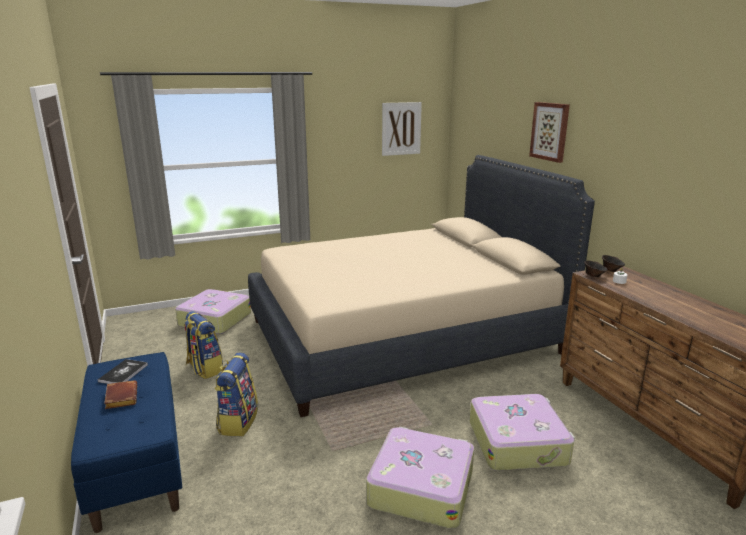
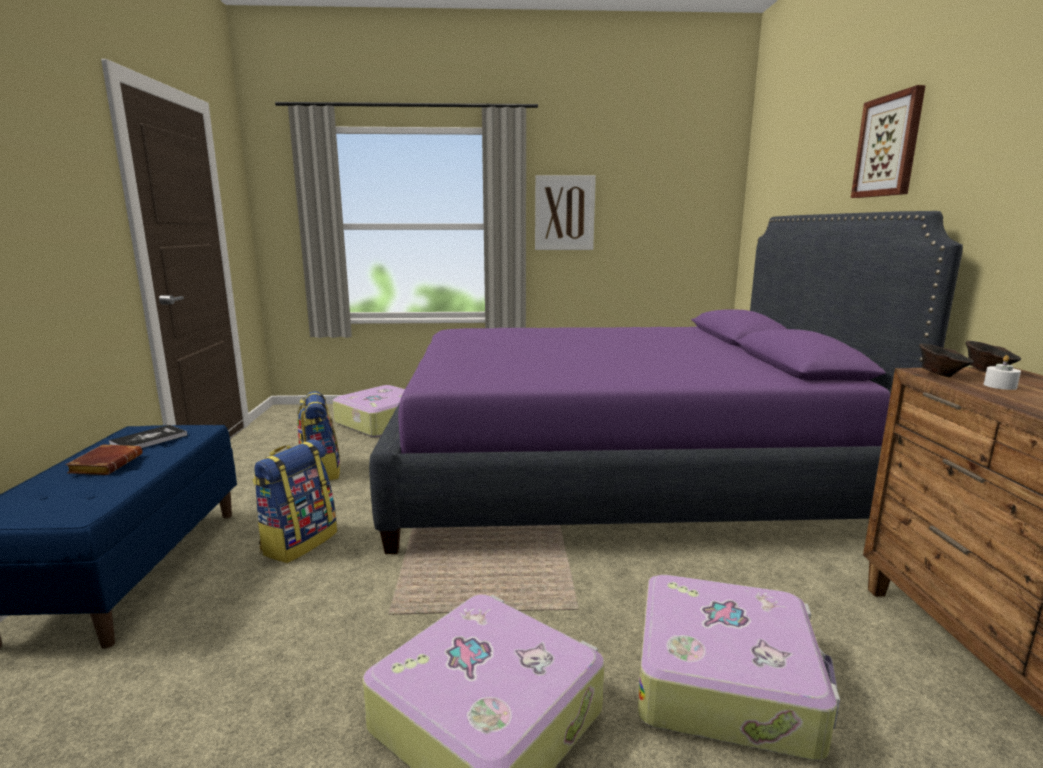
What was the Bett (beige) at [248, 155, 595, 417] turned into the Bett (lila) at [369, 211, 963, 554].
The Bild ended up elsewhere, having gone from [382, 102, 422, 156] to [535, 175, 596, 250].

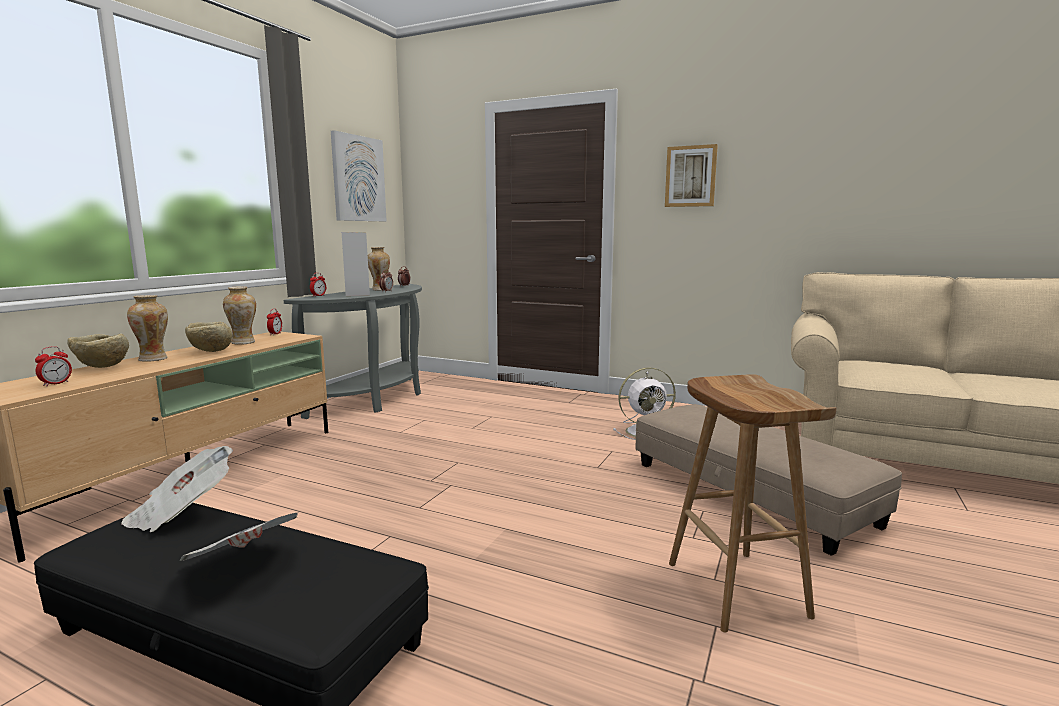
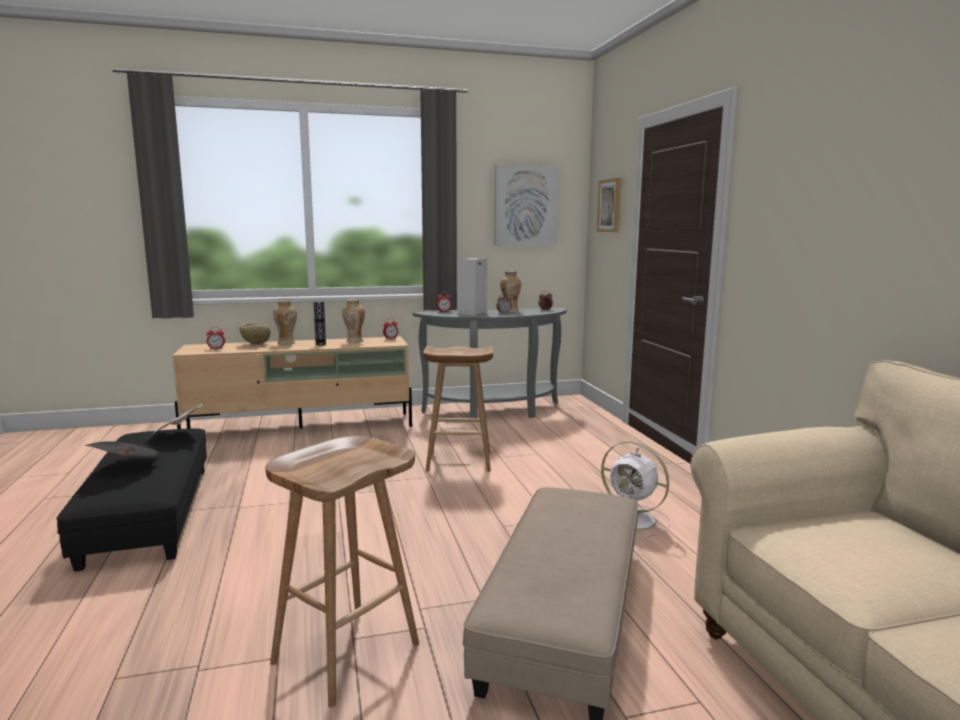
Where the Schüssel (beige) stood at [185, 321, 232, 352], the Vase came to stand at [314, 301, 326, 346].
The second view gained the Hocker (braun) at [423, 346, 493, 472].
The Bild ended up elsewhere, having gone from [665, 144, 718, 207] to [597, 178, 621, 232].

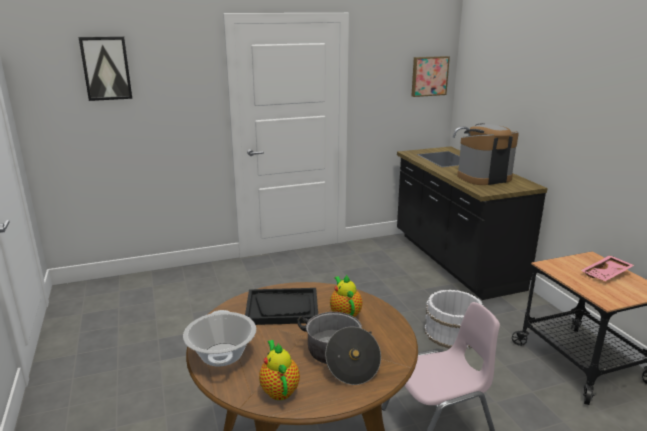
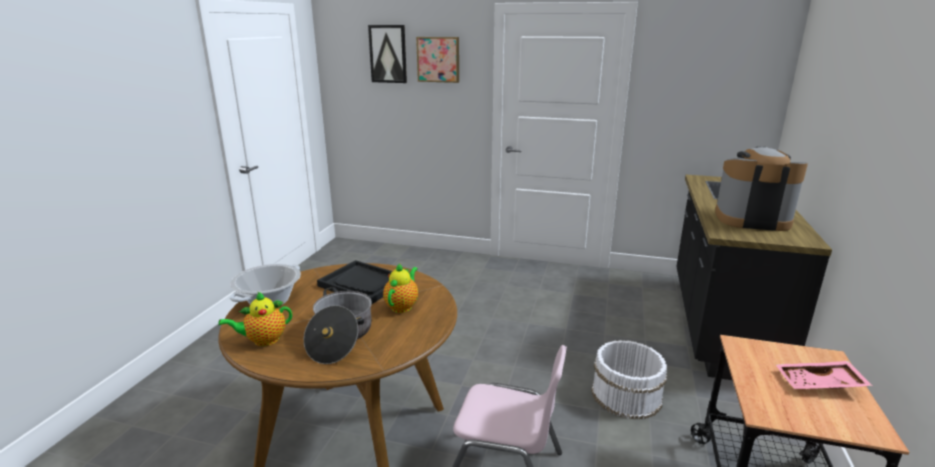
The Teekanne at [259, 340, 300, 400] ended up facing another way, 135 degrees counterclockwise from before.
The Bild ended up elsewhere, having gone from [411, 56, 450, 97] to [416, 37, 459, 83].

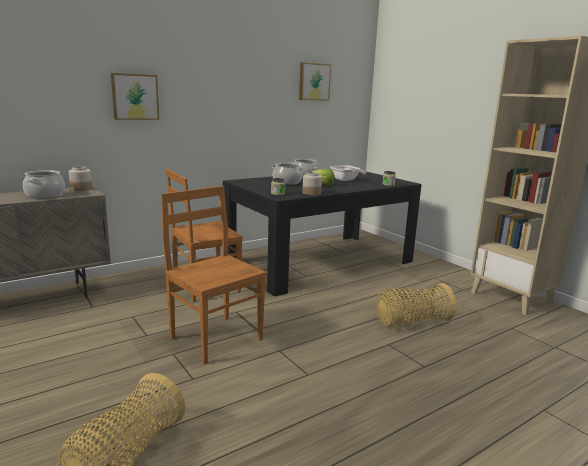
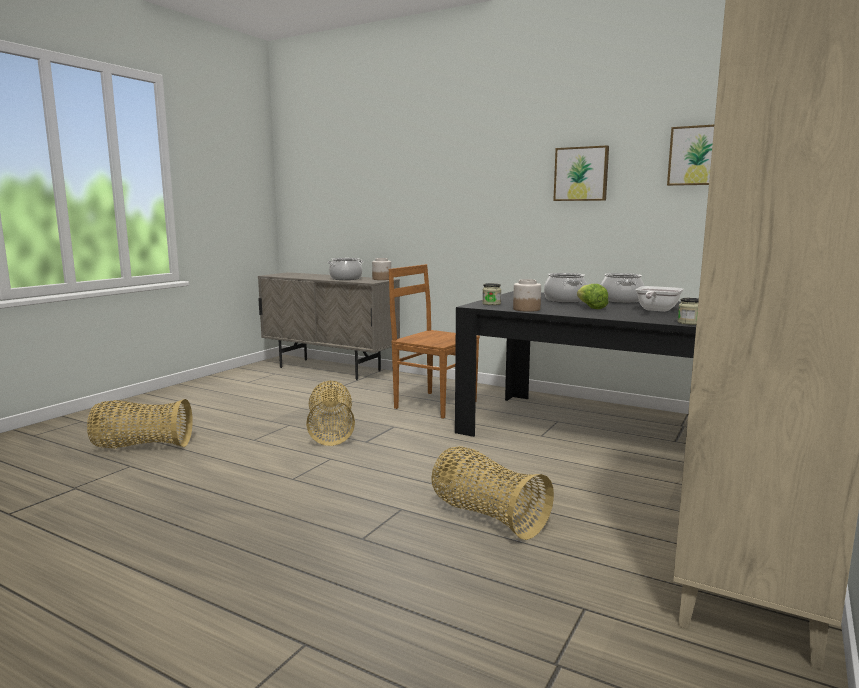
Where the Stuhl (braun) stood at [161, 186, 267, 364], the Korb came to stand at [306, 381, 355, 446].
The Bild ended up elsewhere, having gone from [111, 73, 159, 120] to [553, 145, 609, 201].

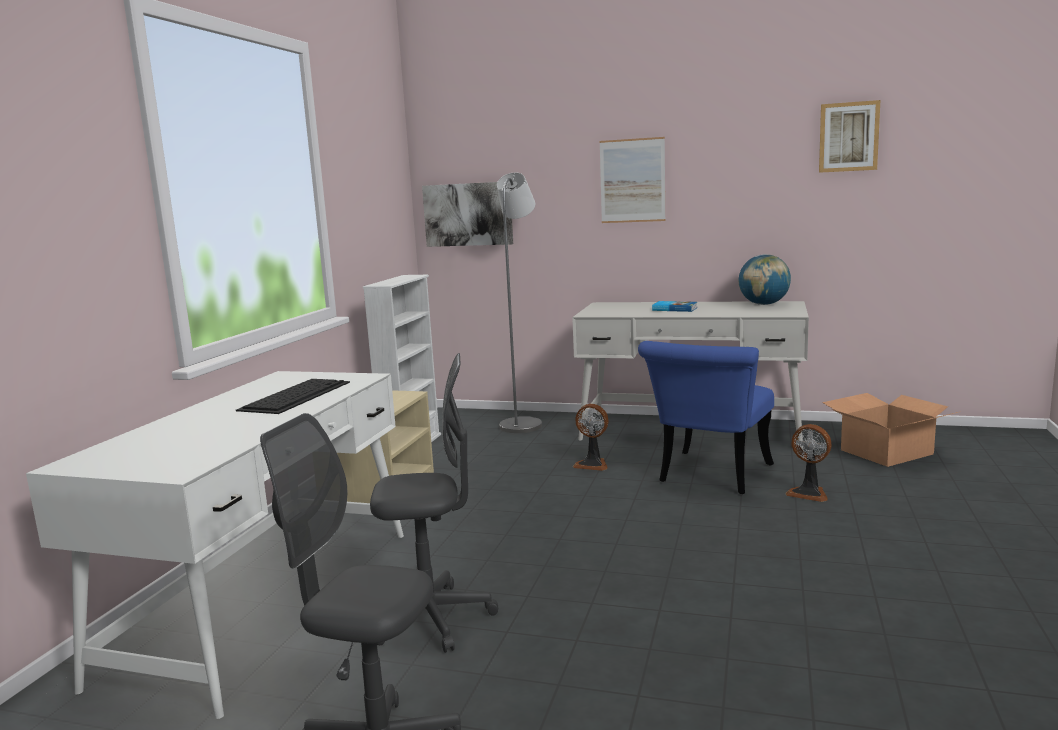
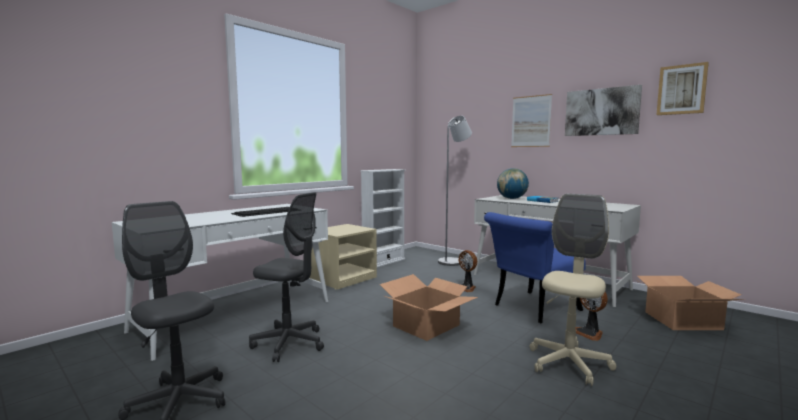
The second view gained the Karton at [380, 274, 478, 341].
The Globus ended up elsewhere, having gone from [739, 254, 791, 305] to [497, 168, 529, 199].
The second view gained the Bürostuhl (beige) at [530, 194, 616, 386].
The Bild ended up elsewhere, having gone from [422, 182, 513, 247] to [565, 85, 642, 136].

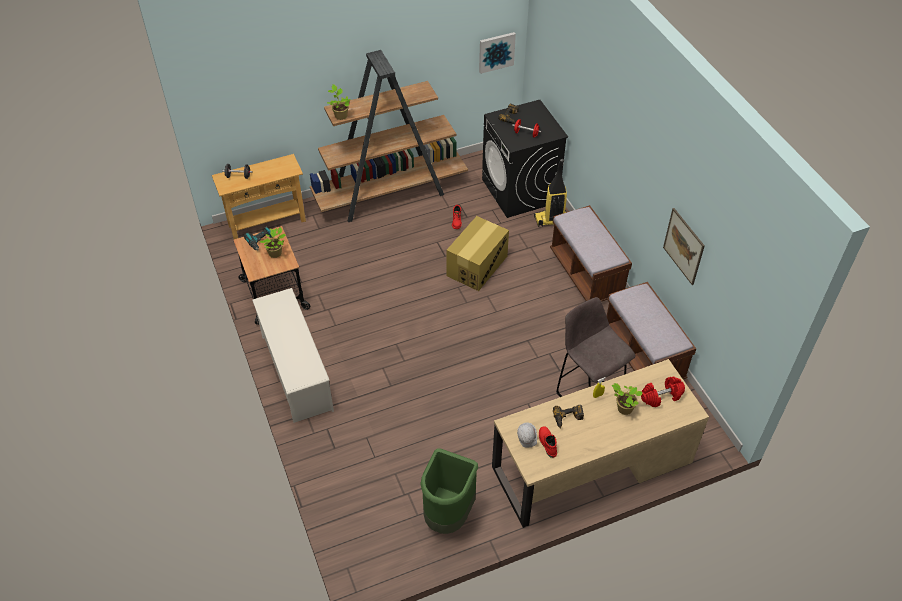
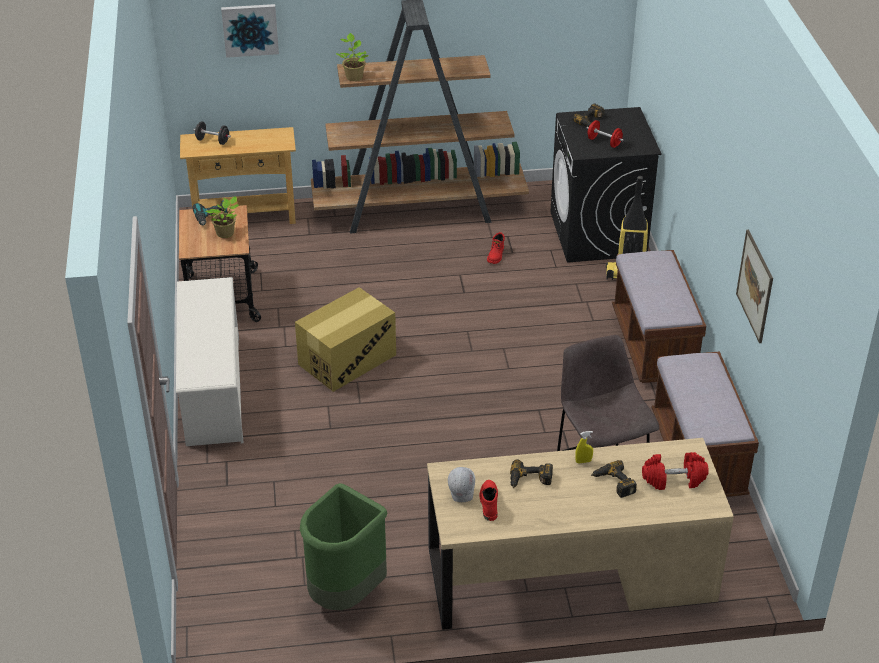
The Bild ended up elsewhere, having gone from [479, 32, 516, 74] to [221, 4, 279, 58].
The Karton ended up elsewhere, having gone from [446, 216, 509, 291] to [295, 287, 396, 392].
Where the Topfpflanze stood at [612, 383, 643, 415], the Bohrmaschine came to stand at [591, 460, 637, 498].

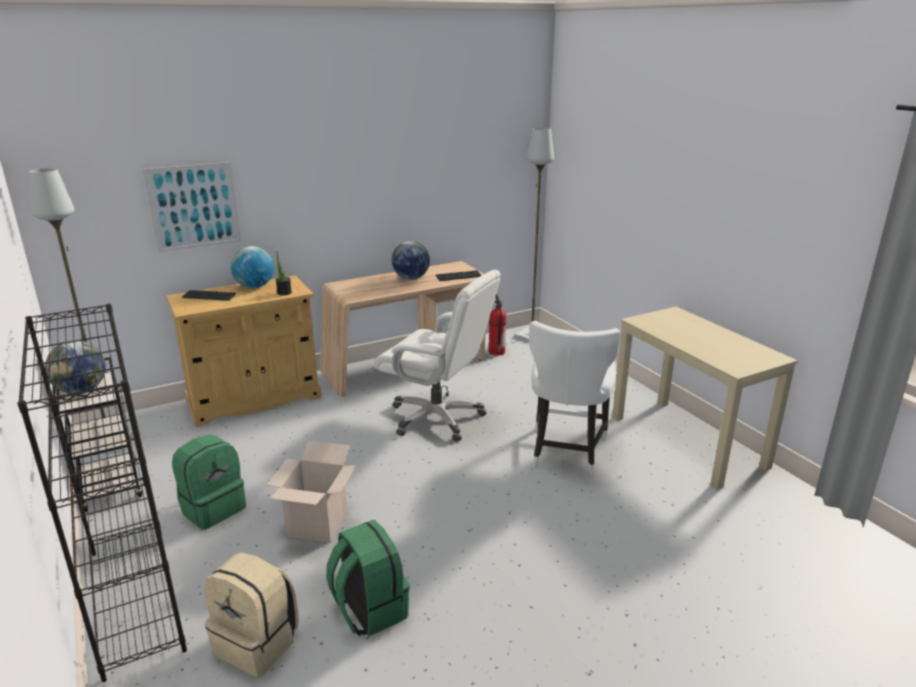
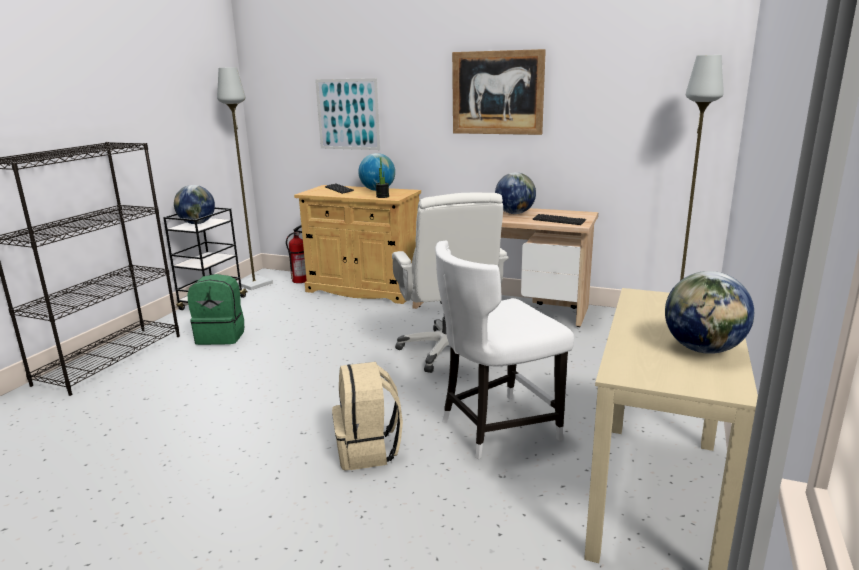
The Feuerlöscher ended up elsewhere, having gone from [489, 294, 506, 355] to [286, 225, 307, 283].
The Rucksack (beige) ended up elsewhere, having gone from [204, 552, 299, 677] to [332, 362, 403, 471].
The second view gained the Bild at [452, 49, 546, 135].
The second view gained the Globus at [665, 271, 754, 354].
The second view lost the Karton at [267, 441, 357, 543].
The second view lost the Rucksack (grün) at [326, 520, 410, 636].

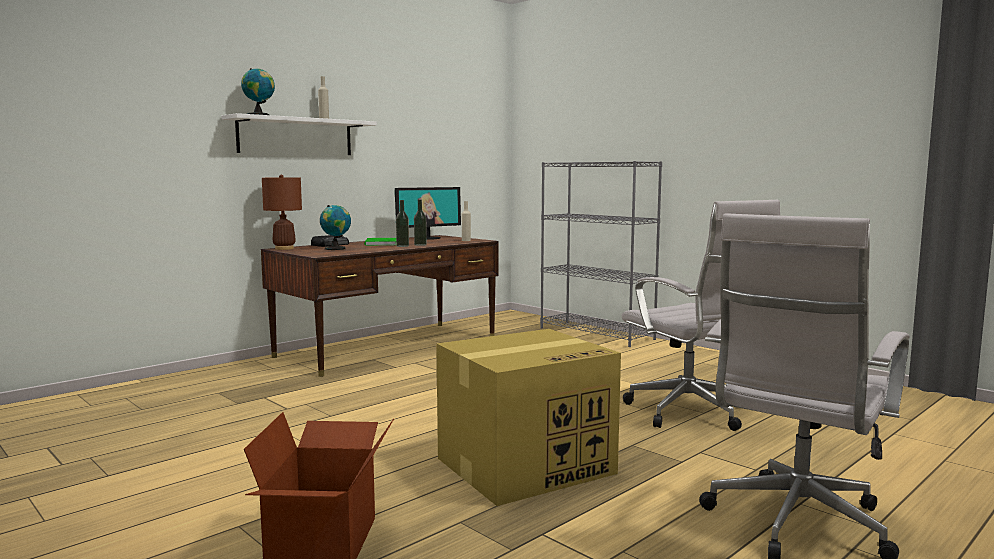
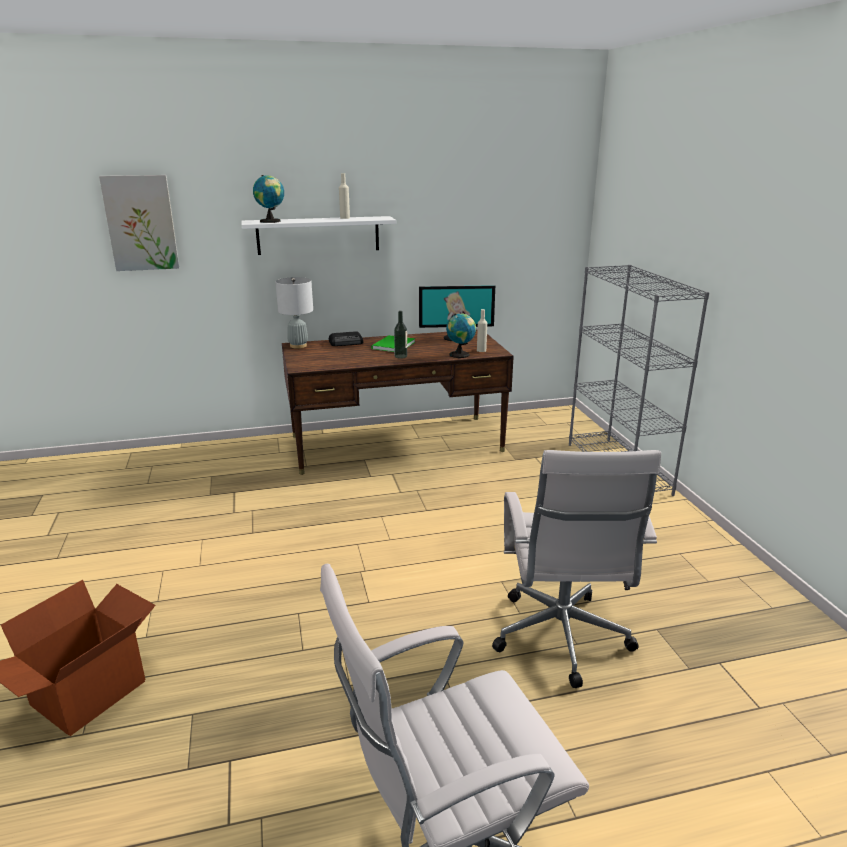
The second view gained the Bild at [99, 175, 180, 271].
What was the Tischlampe (braun) at [262, 174, 302, 250] turned into the Tischlampe (grau) at [275, 277, 313, 349].
The Globus ended up elsewhere, having gone from [320, 205, 351, 250] to [446, 313, 476, 358].
The second view lost the Flasche at [414, 200, 427, 246].
The second view lost the Karton at [436, 329, 621, 506].

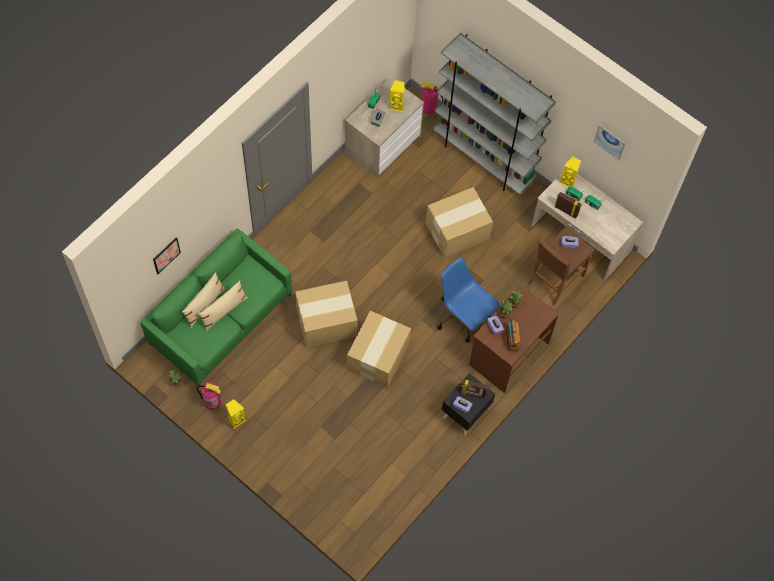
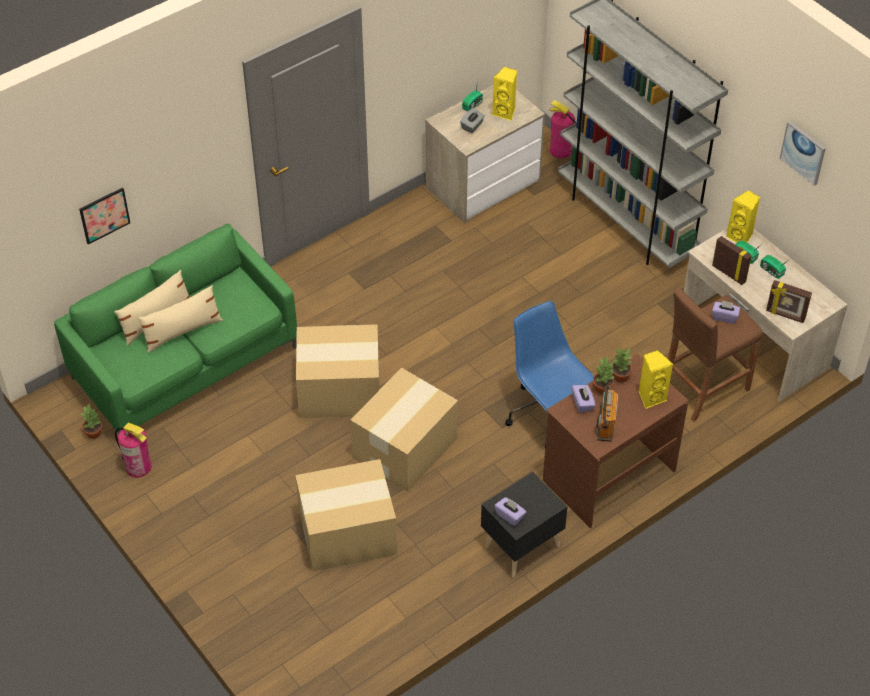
The Karton ended up elsewhere, having gone from [426, 187, 493, 258] to [295, 459, 397, 571].
The Lautsprecher (gelb) ended up elsewhere, having gone from [226, 399, 246, 428] to [639, 350, 673, 409].
The Bilderrahmen ended up elsewhere, having gone from [459, 379, 487, 399] to [766, 280, 812, 323].

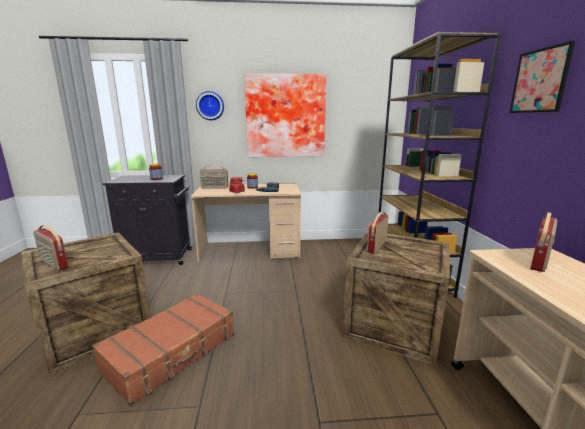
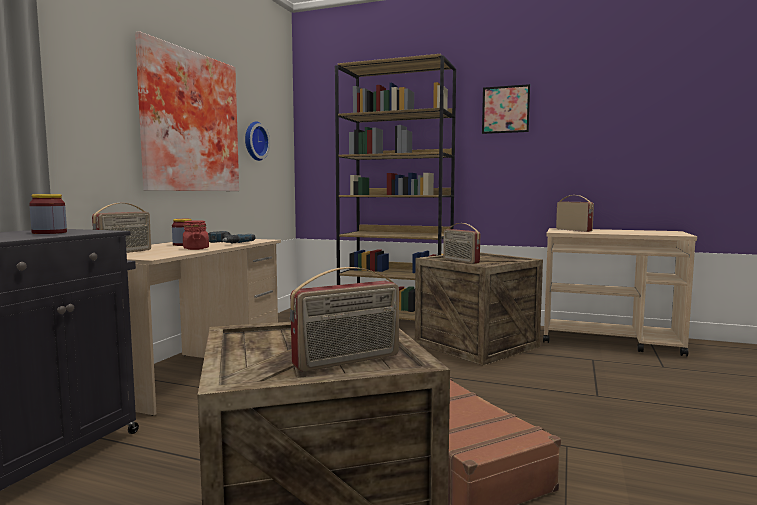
The Wanduhr ended up elsewhere, having gone from [196, 91, 224, 120] to [245, 121, 270, 161].

